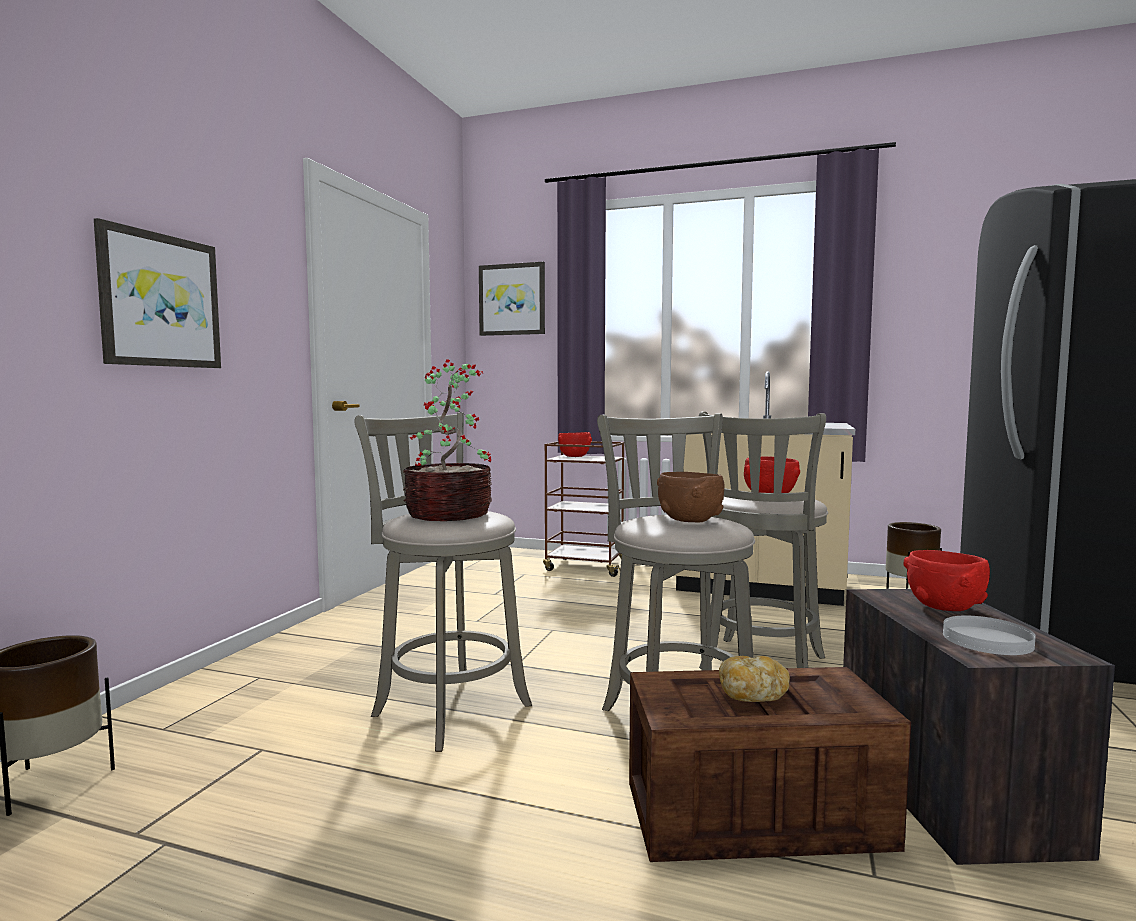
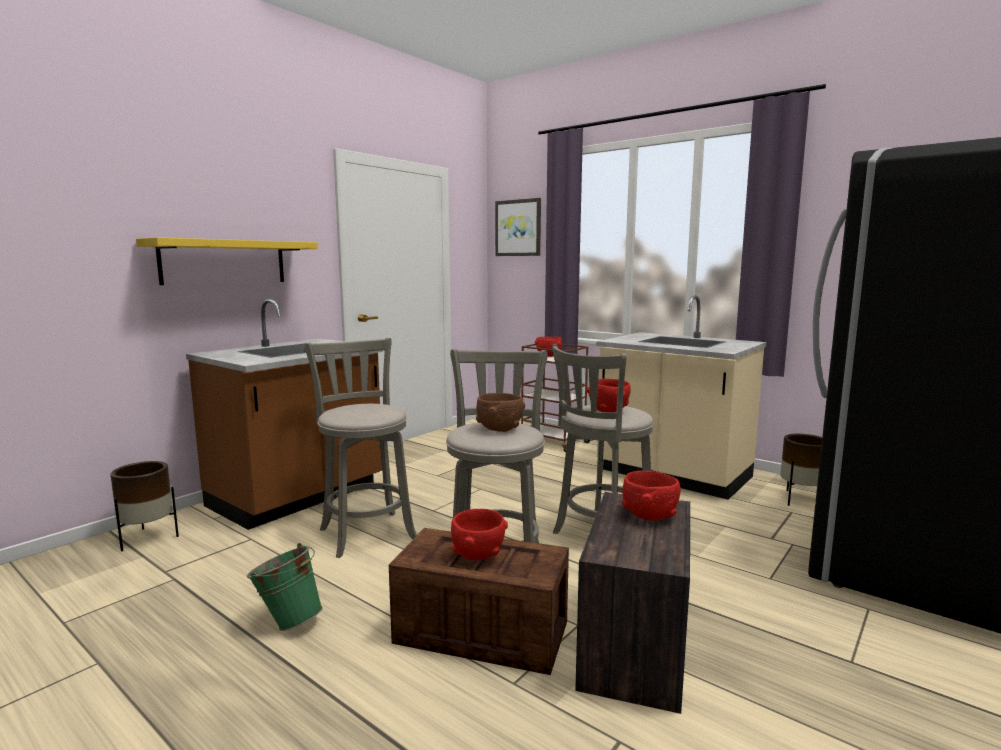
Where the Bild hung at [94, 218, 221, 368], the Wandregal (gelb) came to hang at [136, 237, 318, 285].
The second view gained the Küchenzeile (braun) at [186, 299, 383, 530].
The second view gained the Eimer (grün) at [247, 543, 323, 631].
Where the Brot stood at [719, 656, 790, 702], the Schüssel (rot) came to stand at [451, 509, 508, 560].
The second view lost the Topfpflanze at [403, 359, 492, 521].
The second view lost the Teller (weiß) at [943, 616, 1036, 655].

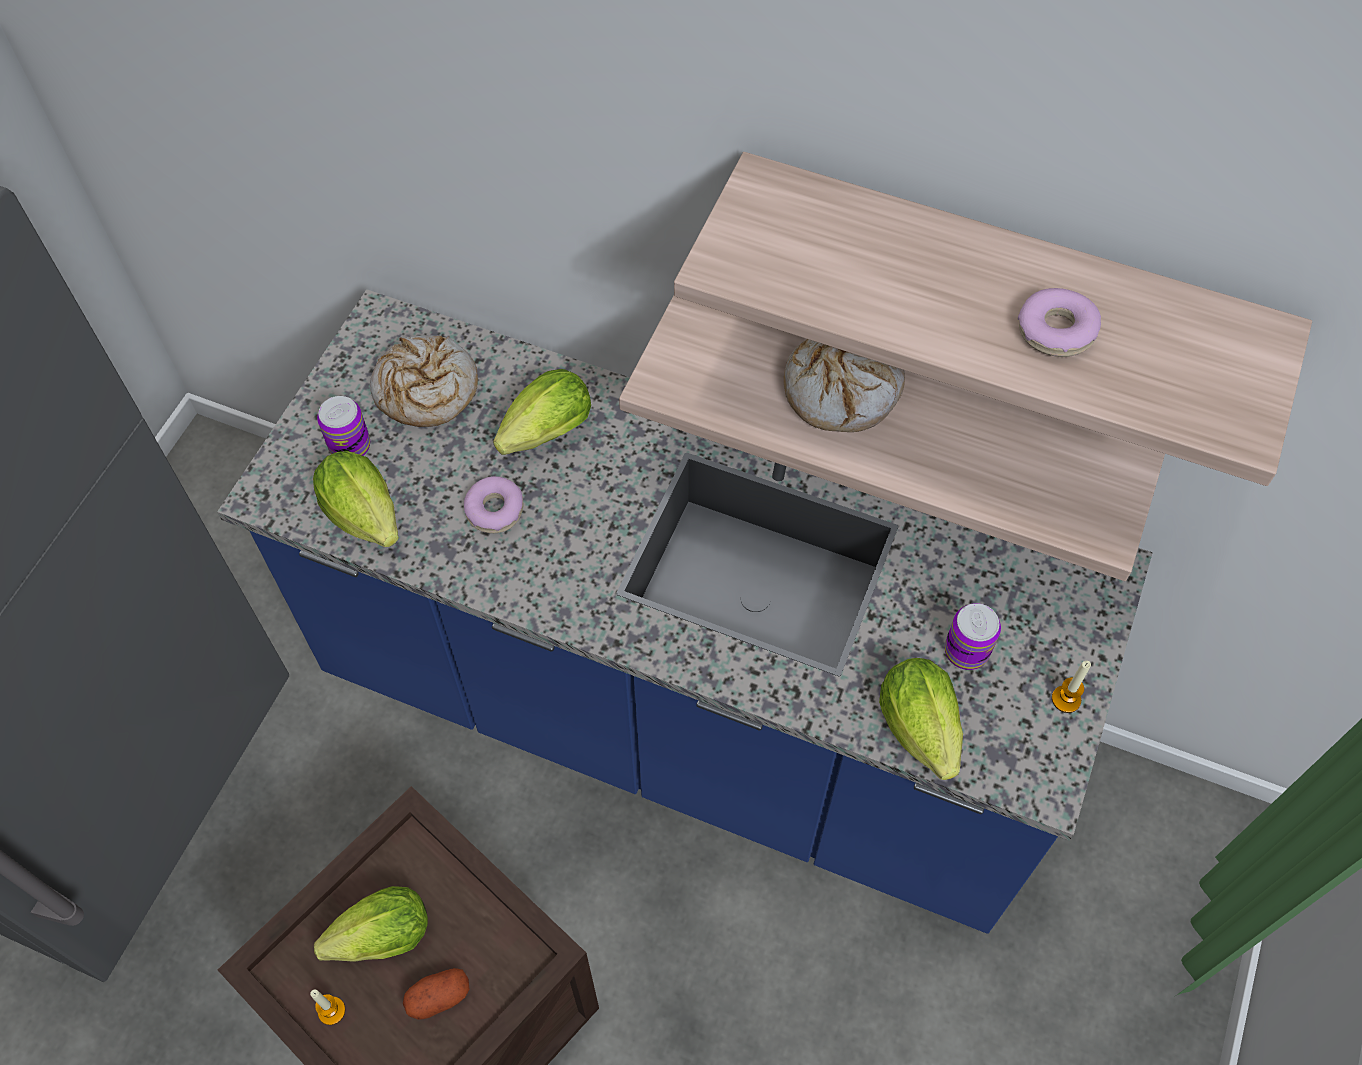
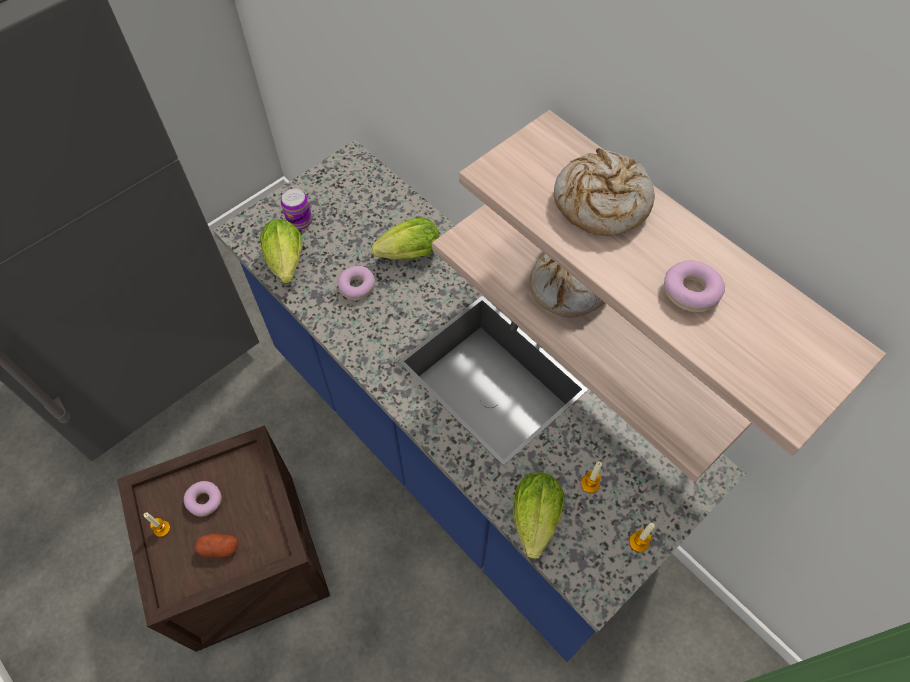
Where the Salatkopf stood at [314, 886, 428, 962], the Donut came to stand at [184, 481, 222, 517].
The Brot ended up elsewhere, having gone from [370, 335, 478, 427] to [554, 148, 655, 236].
Where the Dose stood at [945, 603, 1001, 670], the Kerze came to stand at [581, 462, 602, 493].

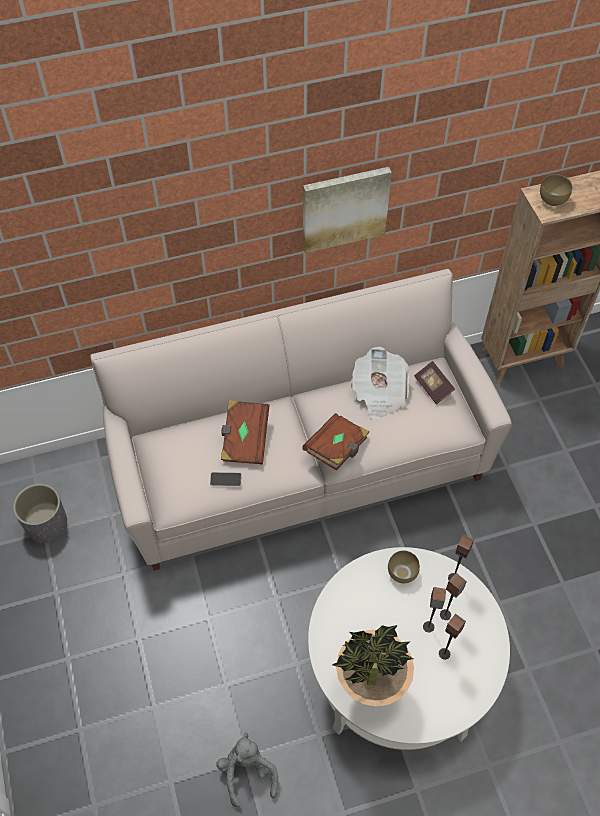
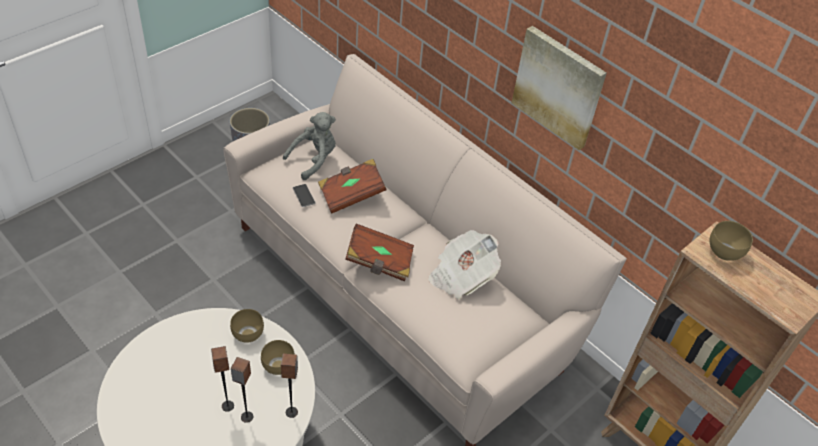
The second view gained the Schüssel (braun) at [230, 309, 264, 343].
The Plüschtier (grau) ended up elsewhere, having gone from [216, 733, 278, 808] to [283, 112, 336, 180].
The second view lost the Topfpflanze at [333, 625, 414, 706].
The second view lost the Buch at [414, 361, 455, 404].
The second view lost the Lautsprecher at [439, 614, 466, 660].

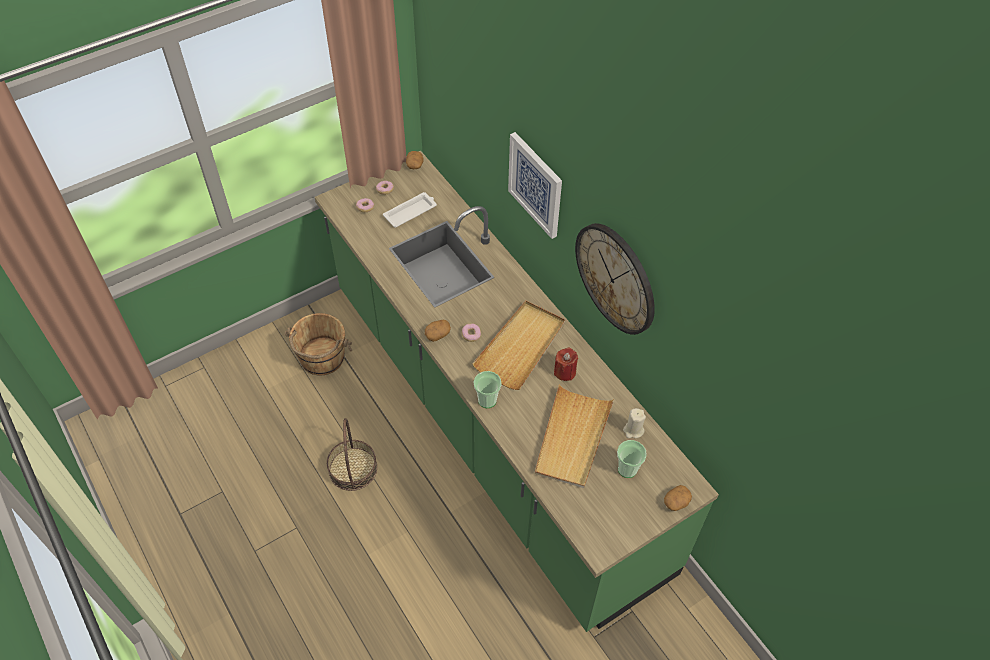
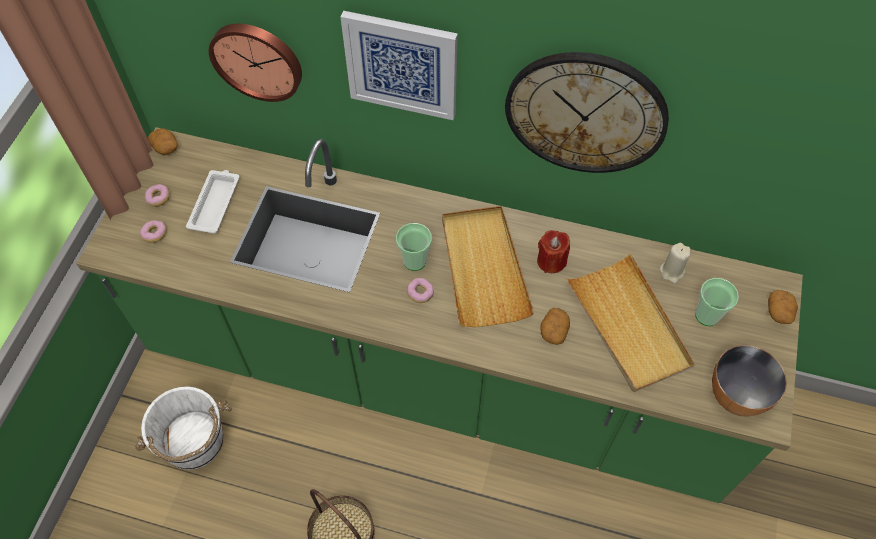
What was the Eimer (braun) at [284, 313, 352, 376] turned into the Eimer (weiß) at [135, 386, 232, 470].
The second view gained the Wanduhr at [209, 24, 302, 102].
The Tasse ended up elsewhere, having gone from [474, 371, 502, 408] to [396, 223, 432, 271].
The Kartoffel ended up elsewhere, having gone from [425, 320, 451, 342] to [540, 308, 570, 345].
The second view gained the Schüssel at [712, 345, 787, 417].

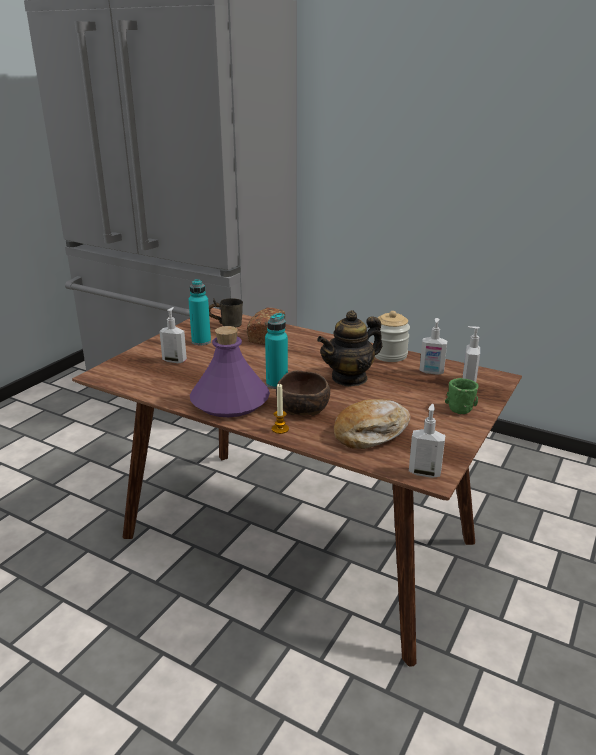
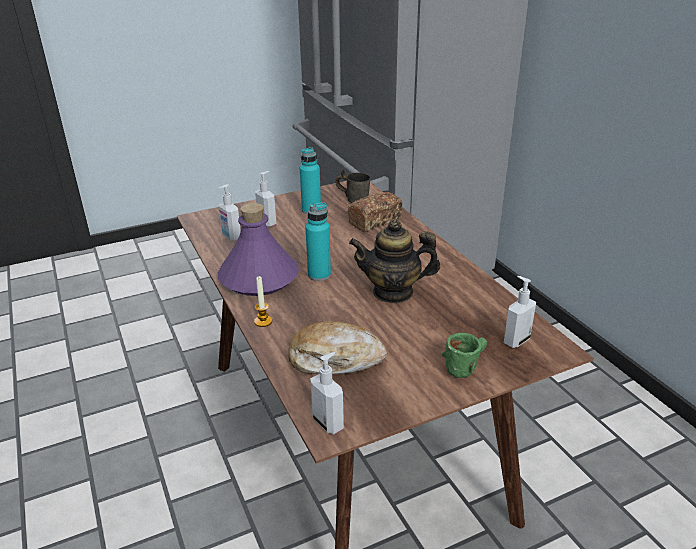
The Seifenspender ended up elsewhere, having gone from [420, 318, 447, 375] to [219, 184, 241, 241].
The second view lost the Schüssel (braun) at [276, 370, 330, 416].
The second view lost the Vorratsglas at [374, 311, 410, 362].

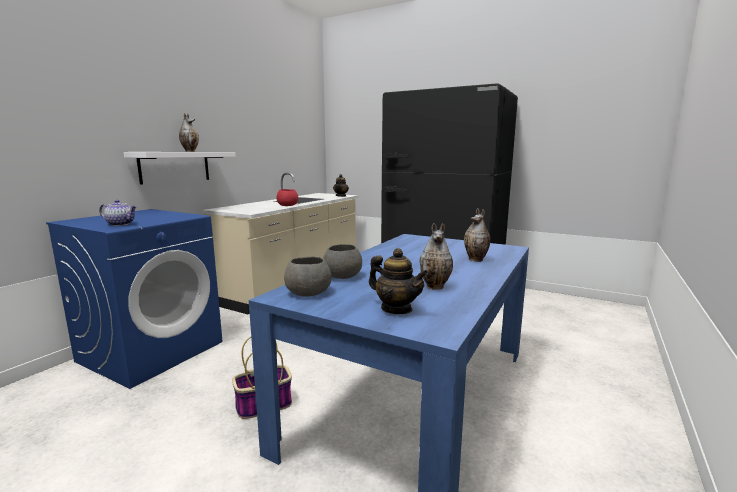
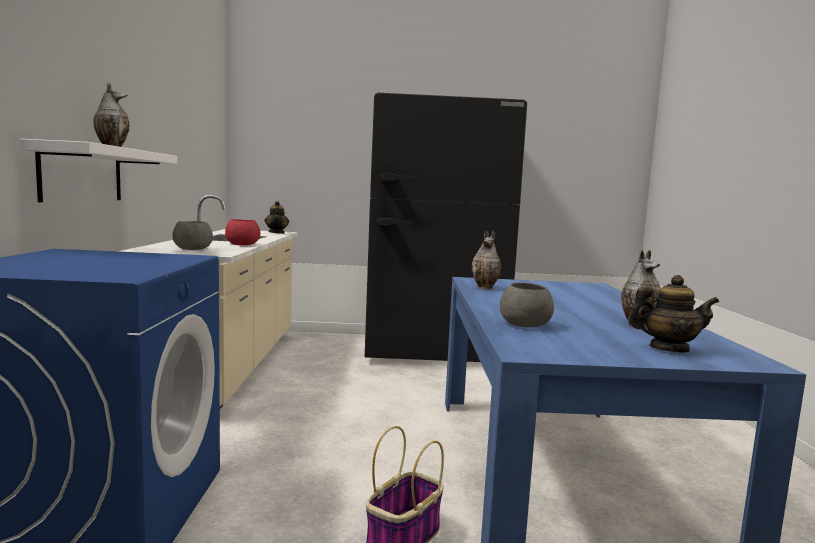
The Schüssel (grau) ended up elsewhere, having gone from [284, 256, 332, 297] to [173, 221, 213, 250].
The Vase ended up elsewhere, having gone from [464, 208, 491, 262] to [472, 230, 501, 289].
The second view lost the Teekanne at [99, 200, 137, 226].

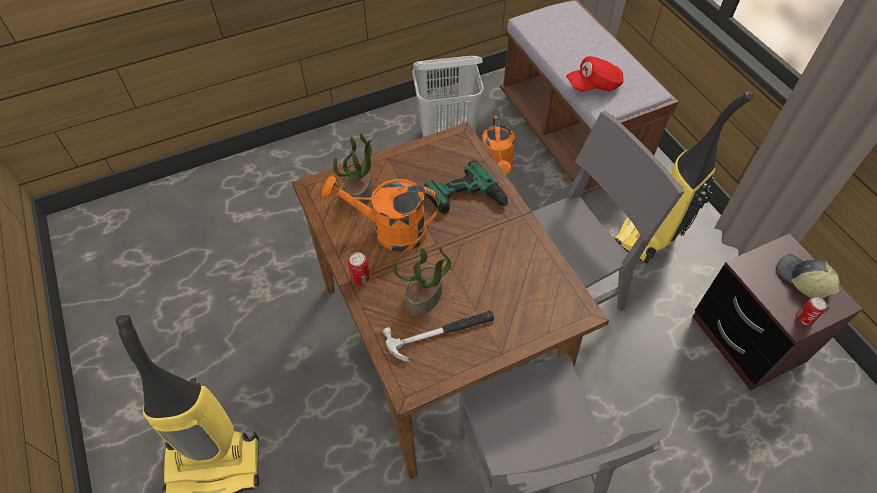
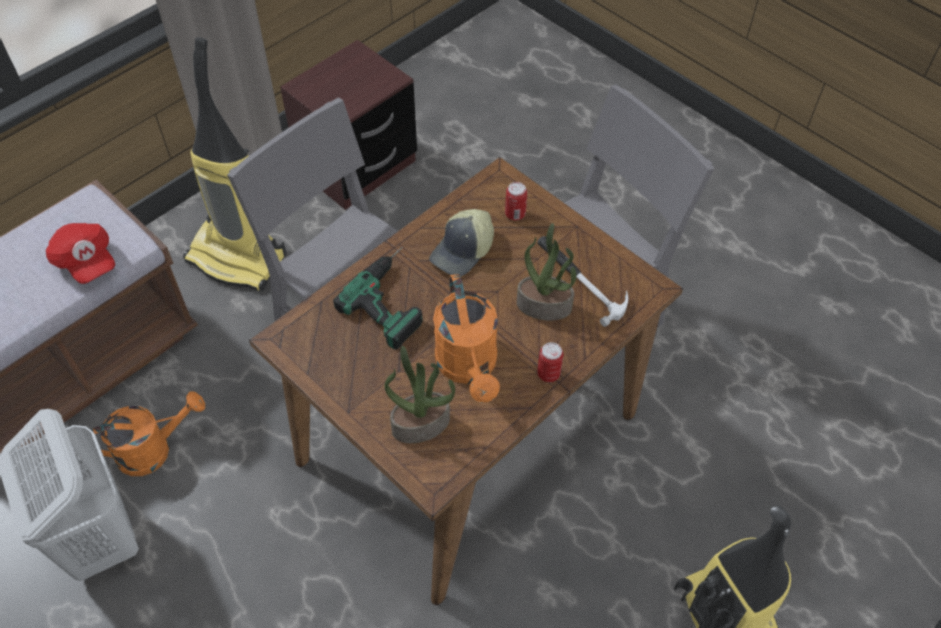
The Kappe ended up elsewhere, having gone from [776, 254, 840, 299] to [429, 209, 494, 276].
The Dose ended up elsewhere, having gone from [796, 297, 827, 325] to [505, 182, 527, 220].

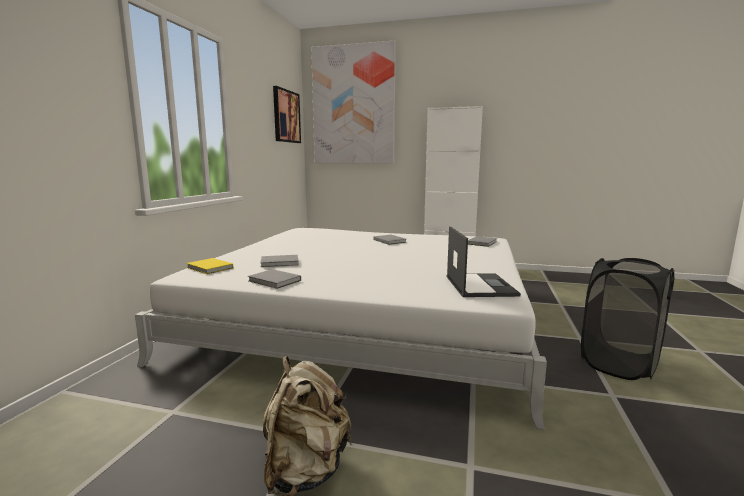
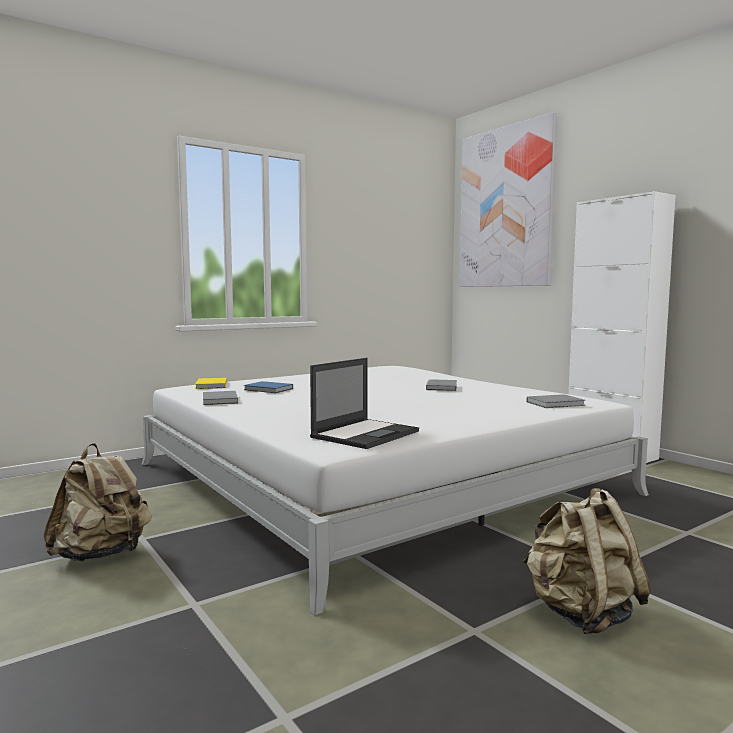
What was the Buch (grau) at [260, 255, 299, 267] turned into the Buch (blau) at [244, 381, 293, 393].
Where the Wäschekorb (schwarz) stood at [581, 258, 674, 380], the Rucksack (beige) came to stand at [523, 488, 651, 634].
The second view lost the Bild at [273, 86, 301, 143].

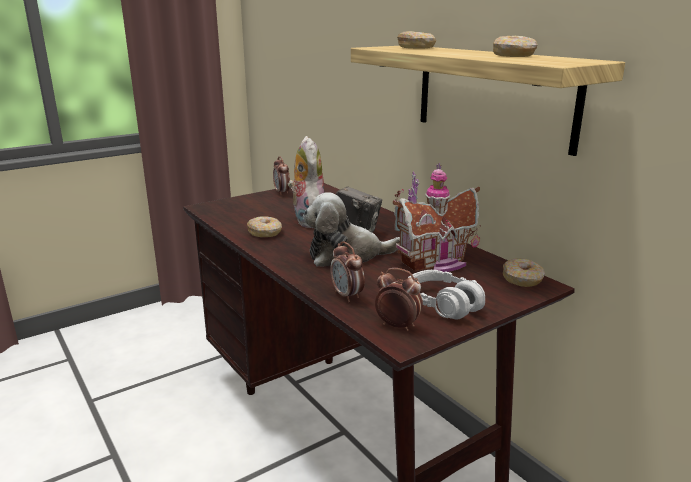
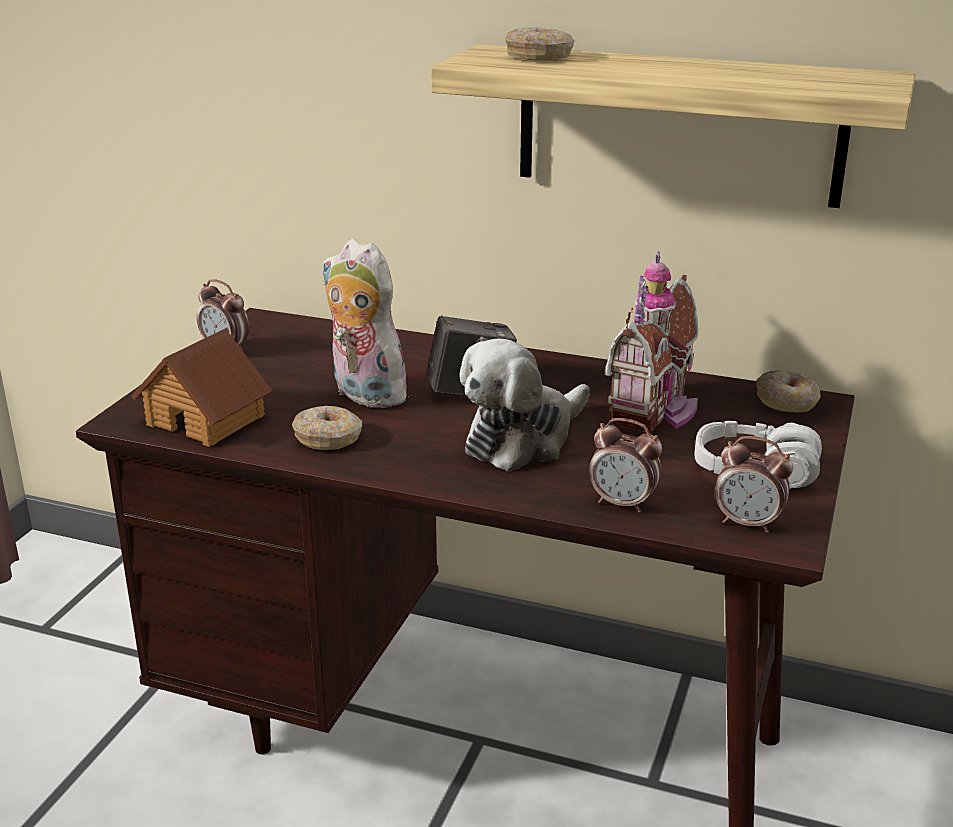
The second view gained the Spielzeughaus at [131, 328, 272, 447].
The Wecker at [375, 268, 423, 331] ended up facing another way, 150 degrees counterclockwise from before.
The second view lost the Donut at [493, 36, 538, 57].

